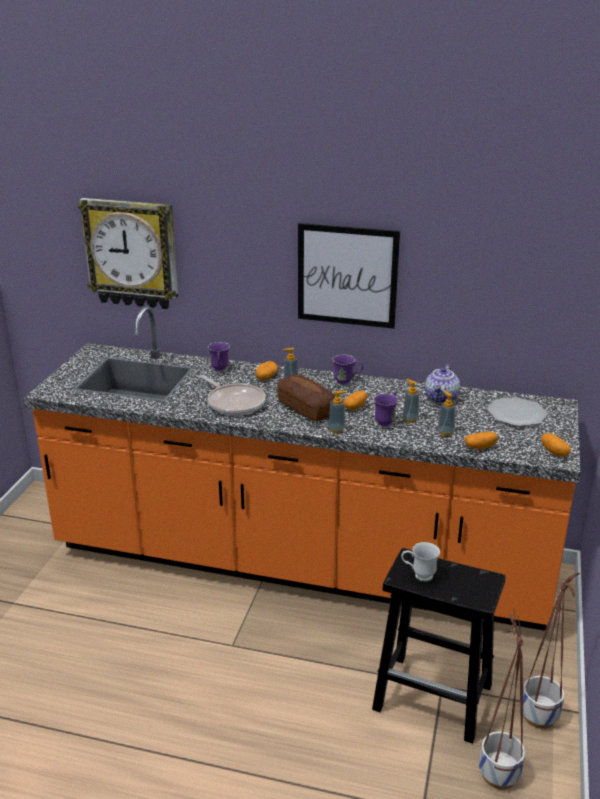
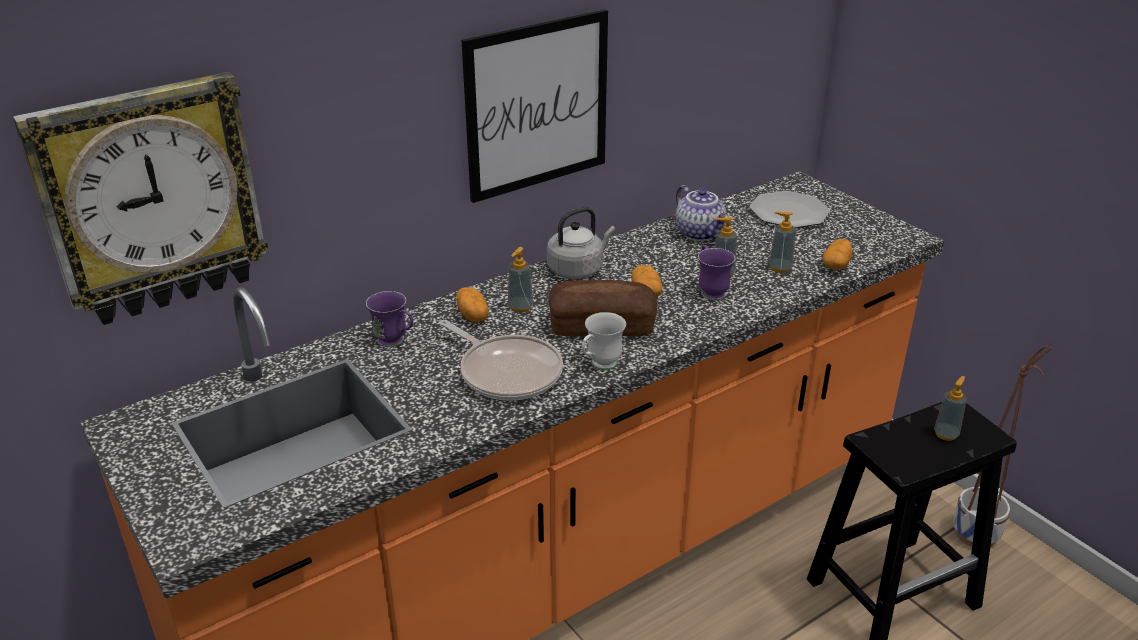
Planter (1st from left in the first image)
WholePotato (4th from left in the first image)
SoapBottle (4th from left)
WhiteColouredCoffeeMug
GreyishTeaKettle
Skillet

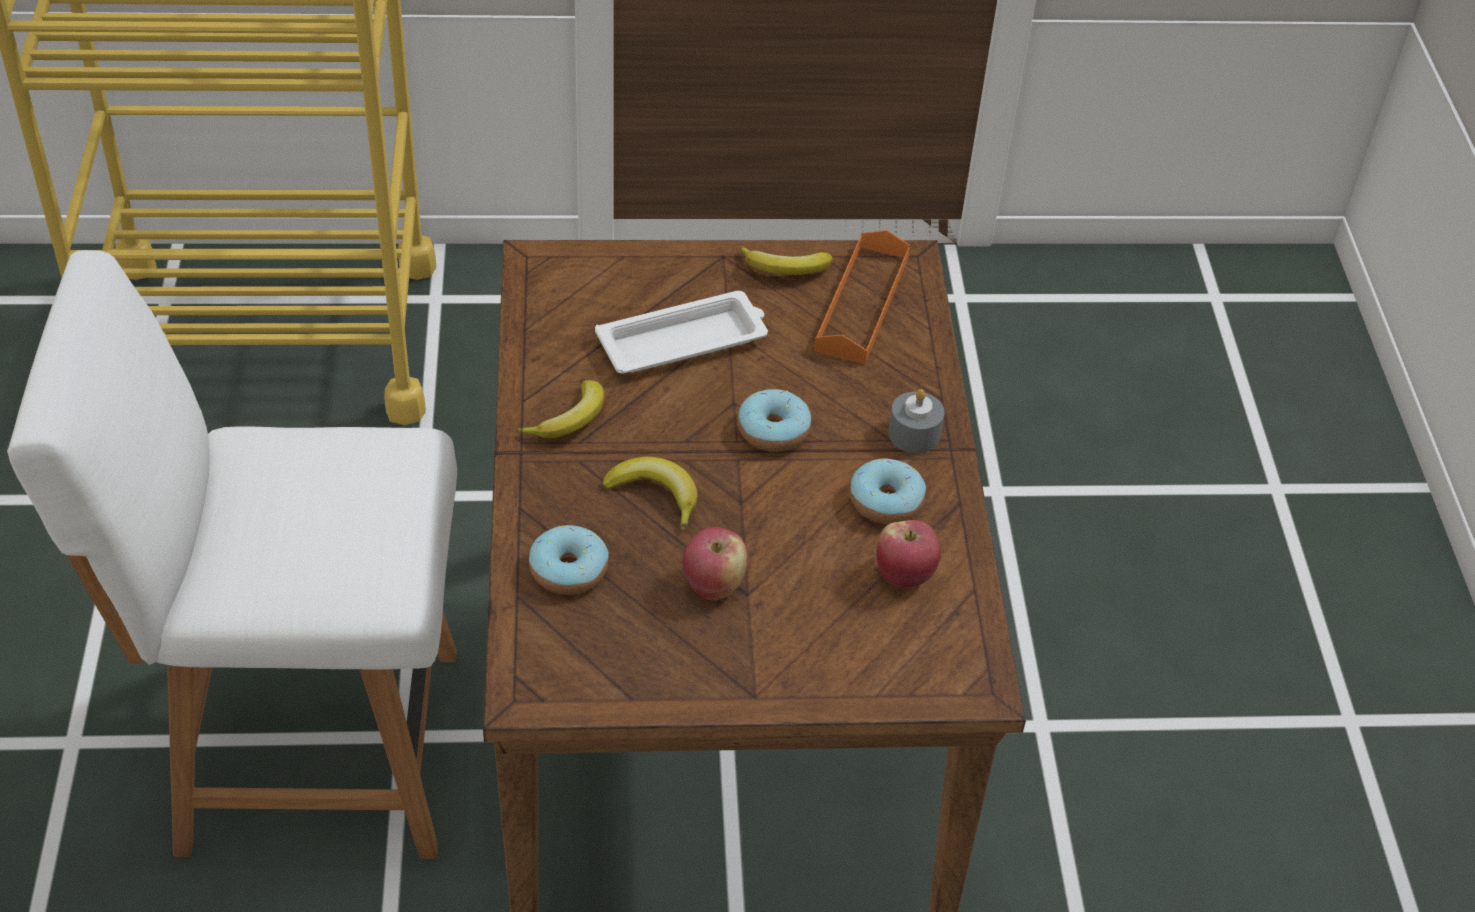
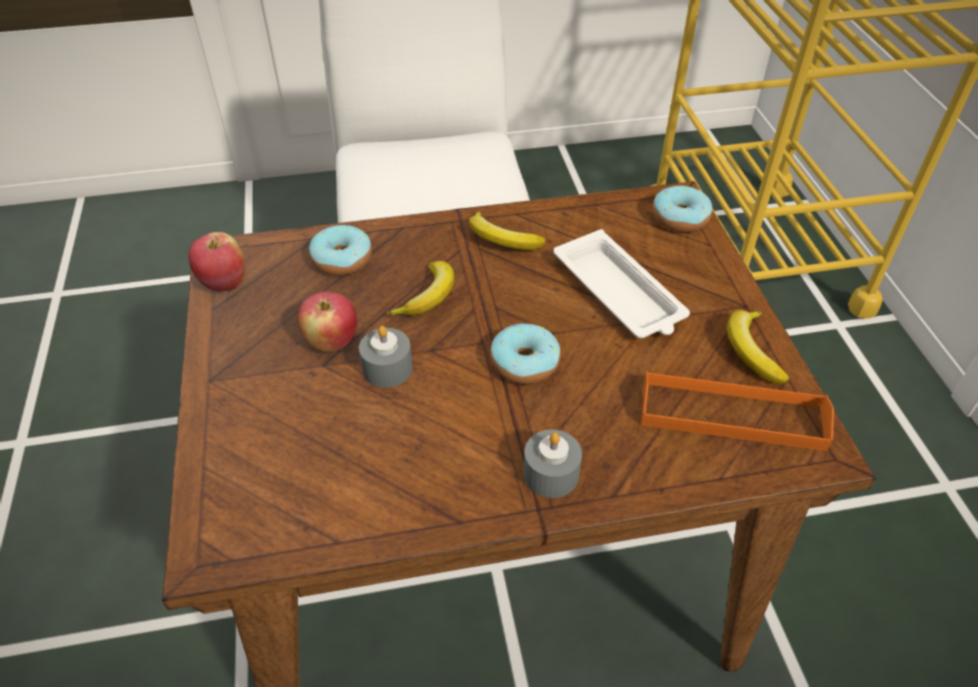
GreyishWaxCandle (1st from left)
Donut (3rd from left)
Apple (1st from left)

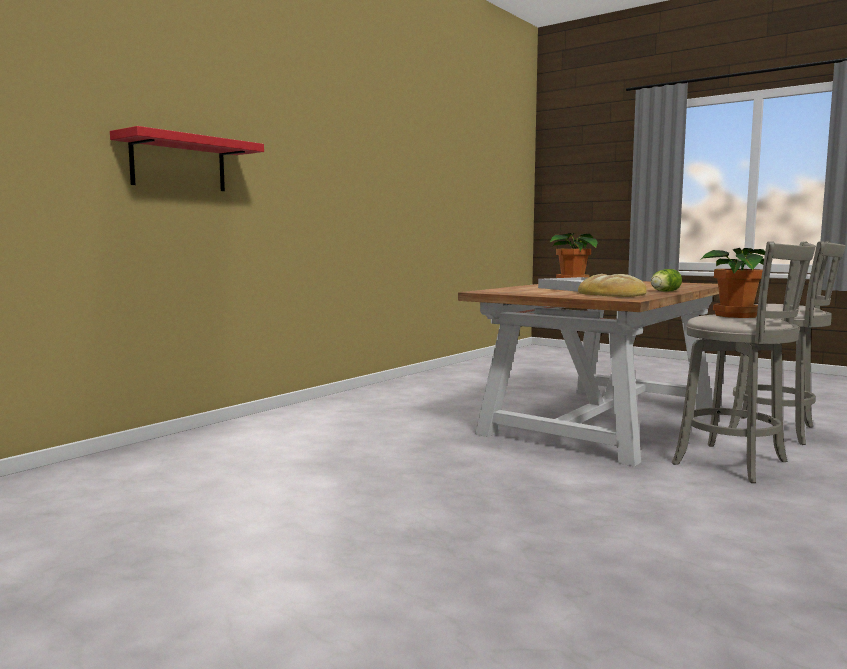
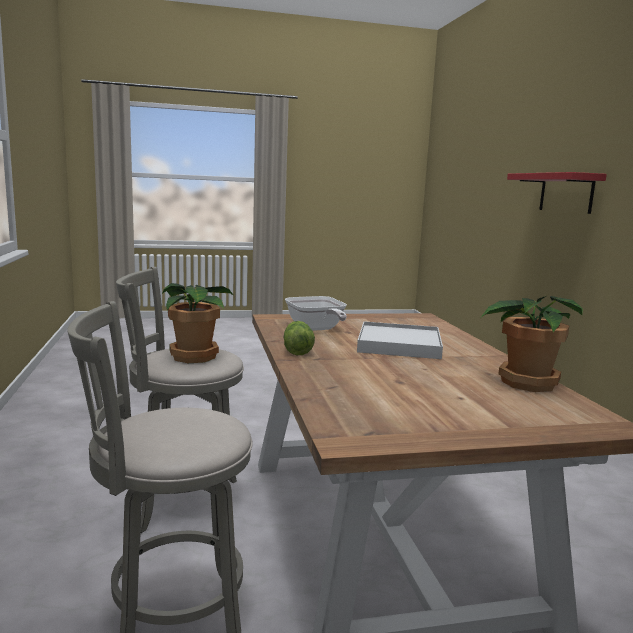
Skillet

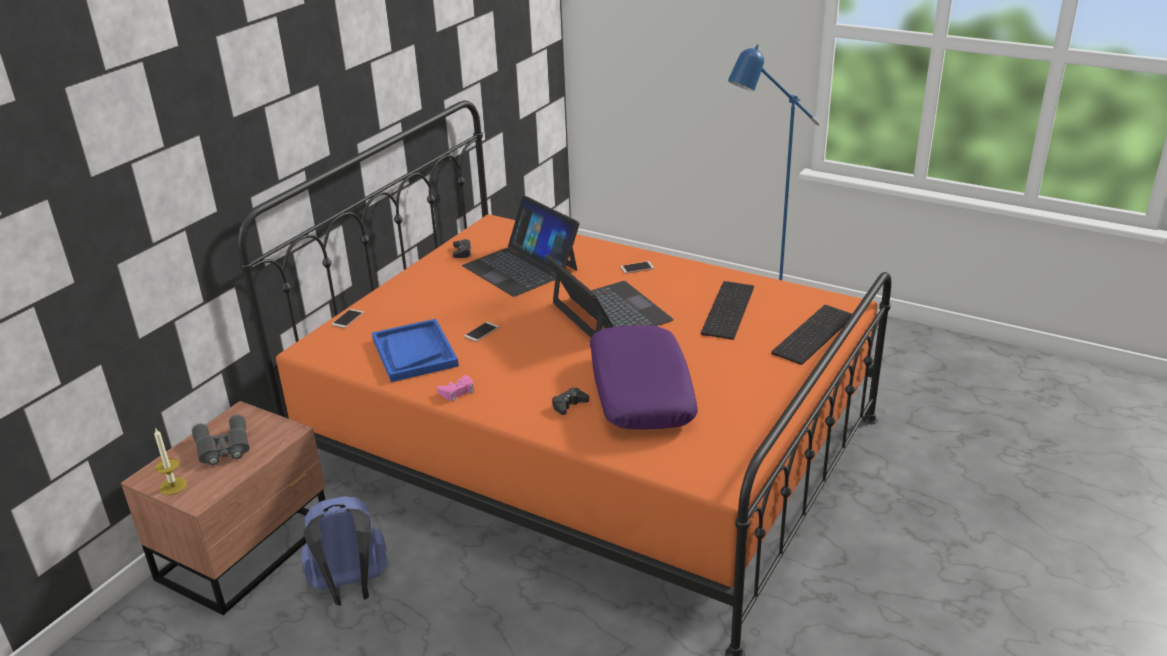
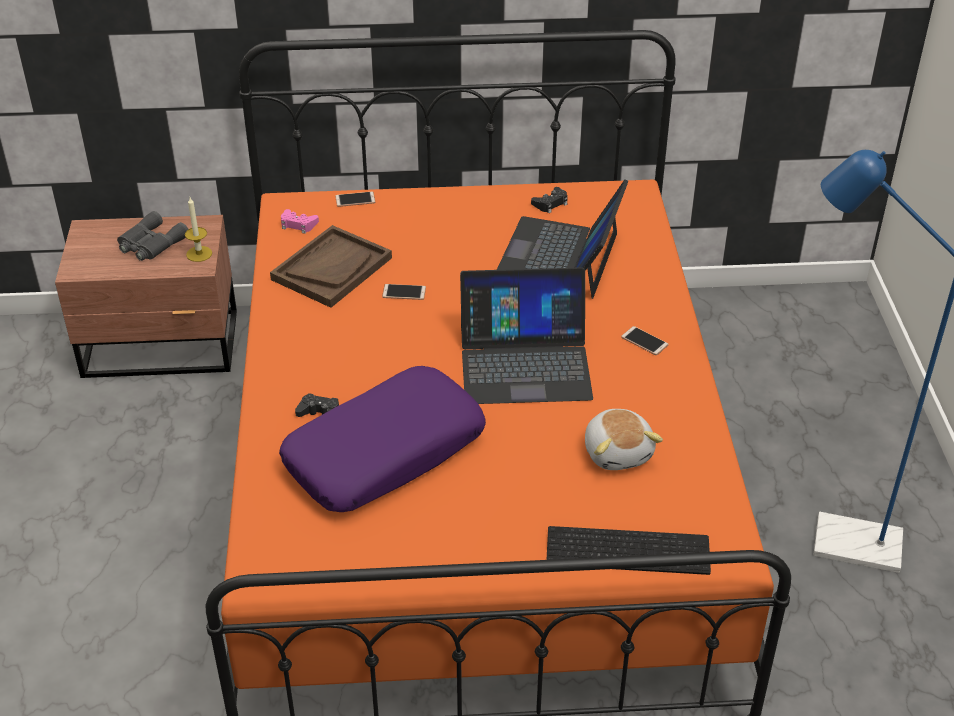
BluishBackpack
WaxCandle
PinkJoypad
CuddlyToy
BrownCarryingTray
NotebookComputer (1st from left)

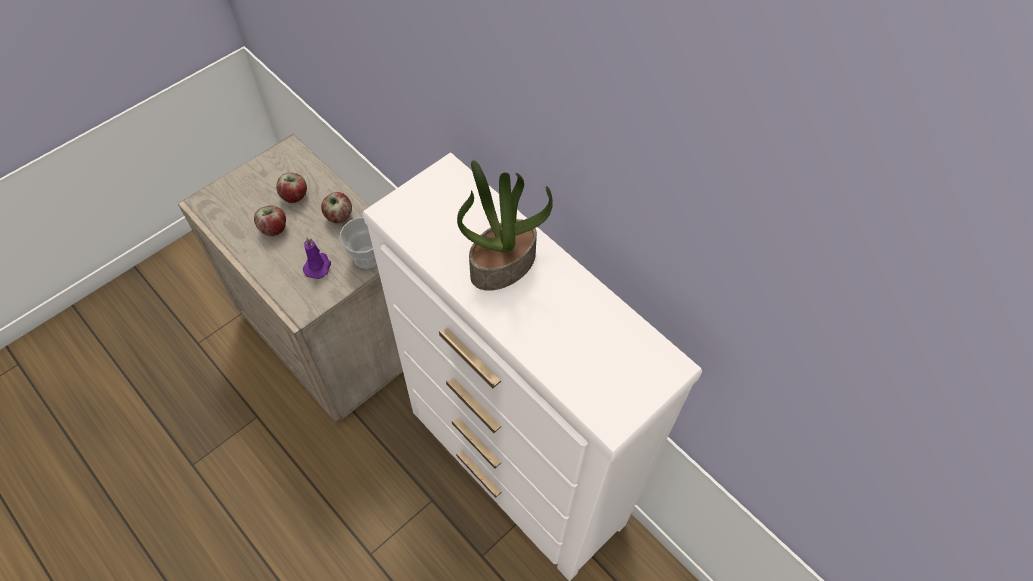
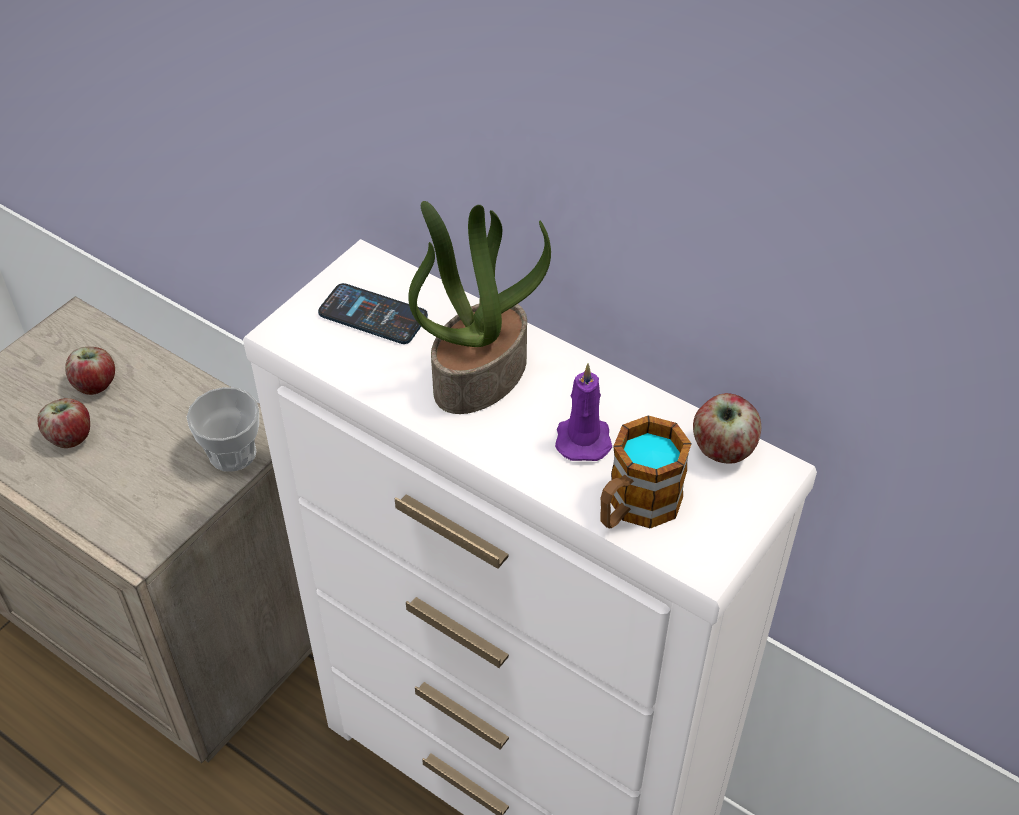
Handset
CoffeeMug
PurpleWaxCandle
Apple (3rd from left)

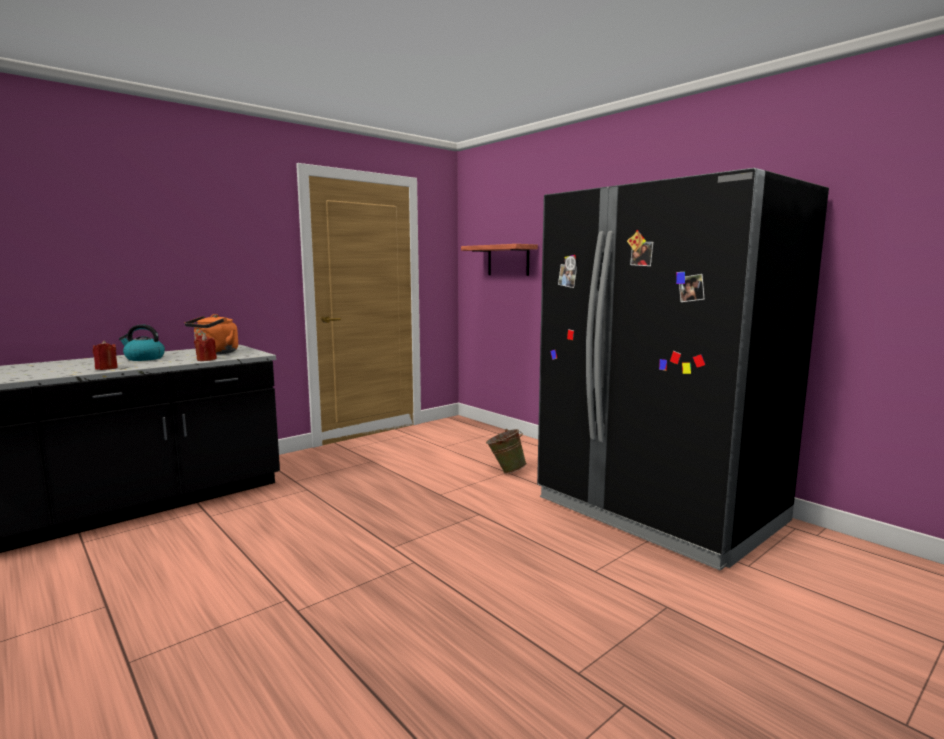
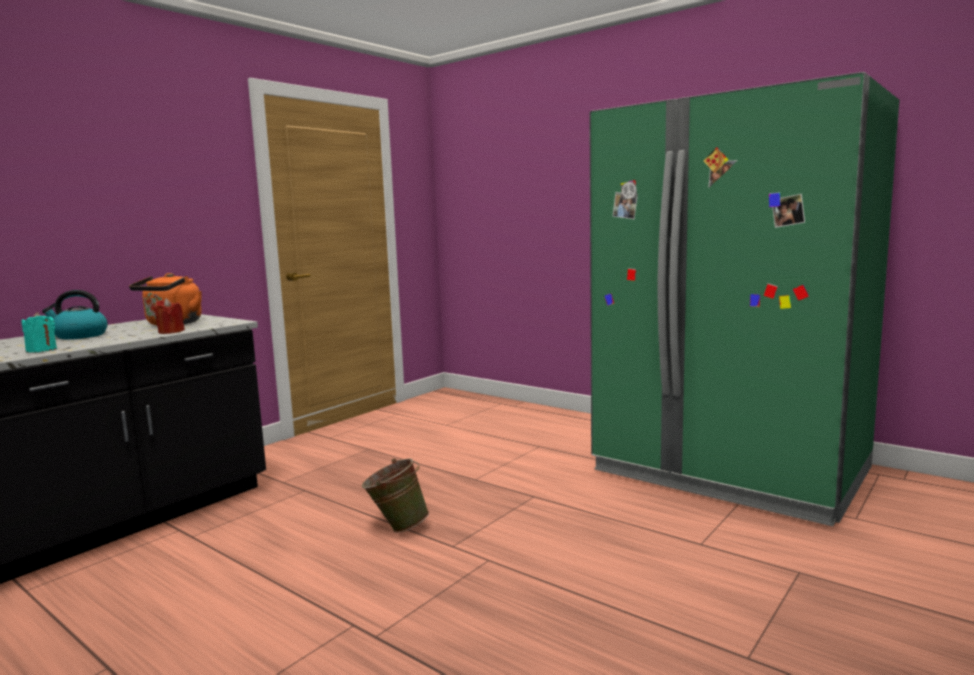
BracketShelf
GreenPail
BlueGreenWaxCandle
GreenRefrigerator

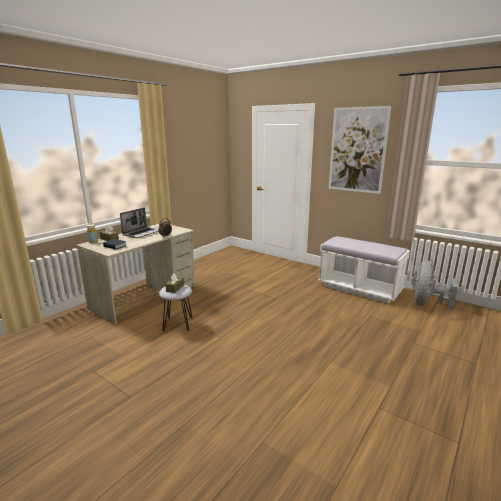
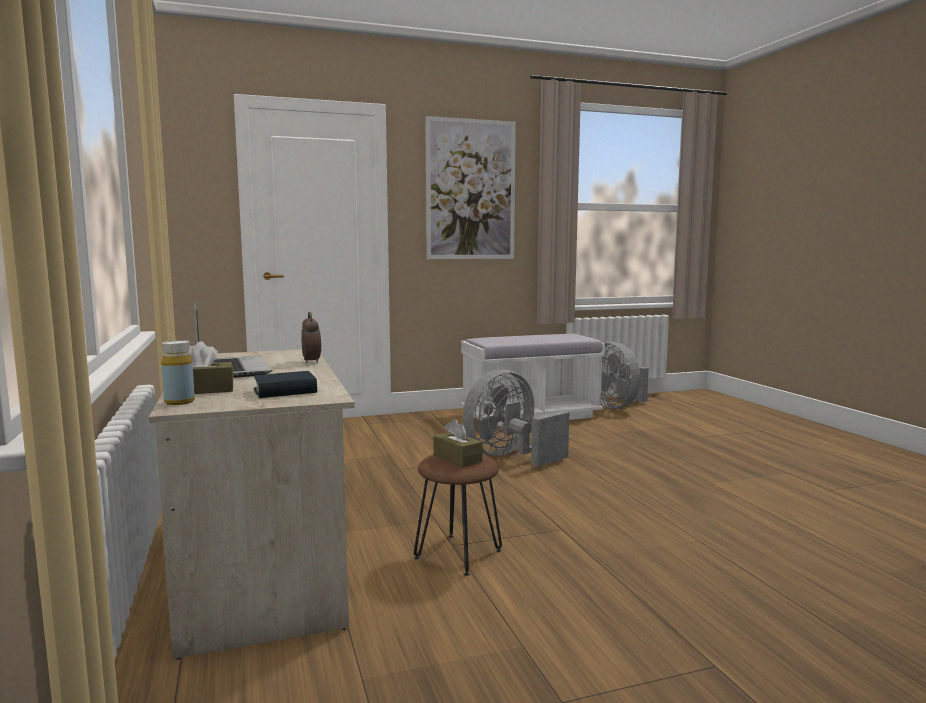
GreyishFan (1st from left)
BrownStool

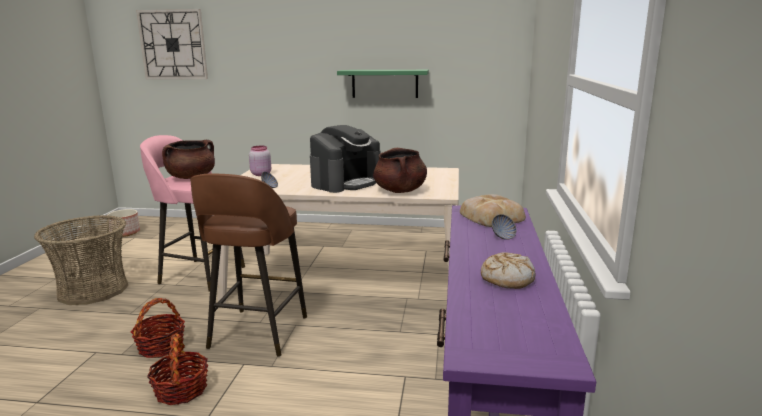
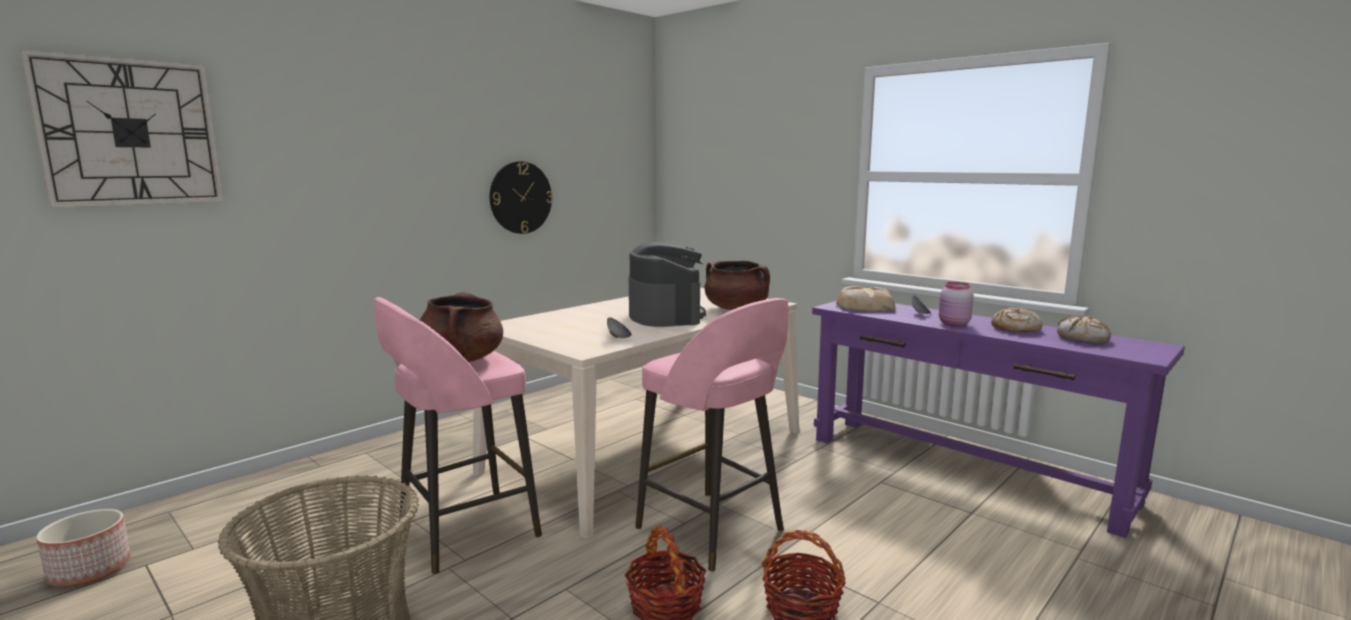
BakeryBread (3rd from left)
PinkJar
HangingClock (2nd from left)
PinkStool (2nd from left)

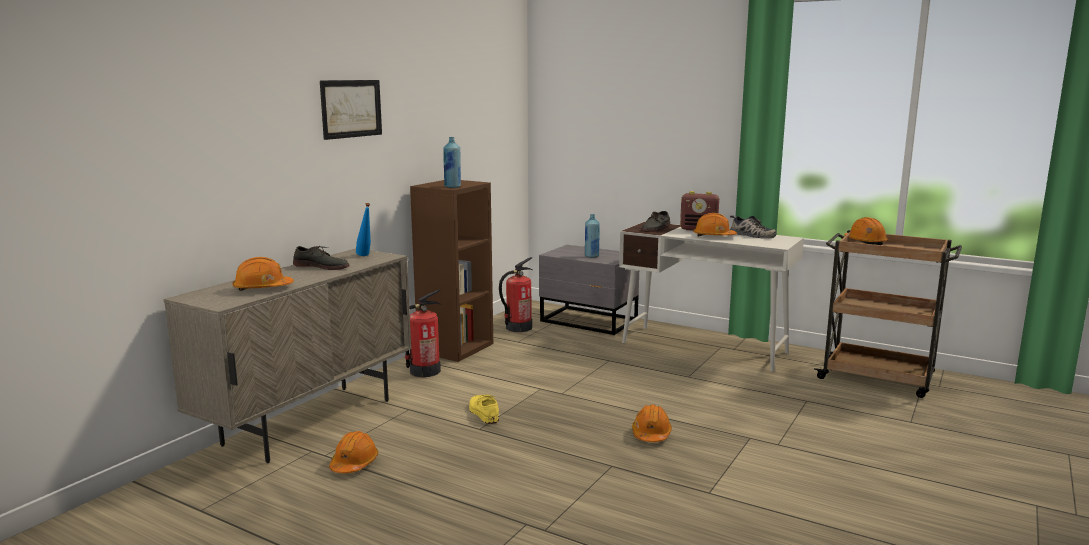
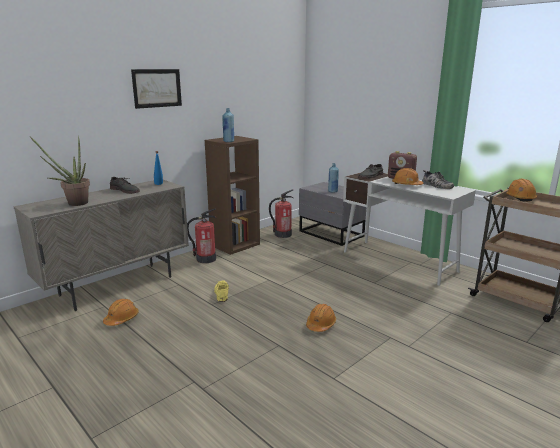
Houseplant

